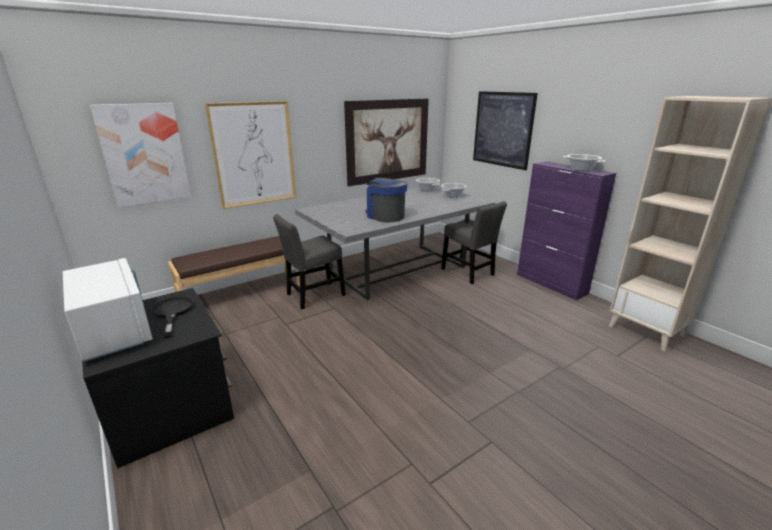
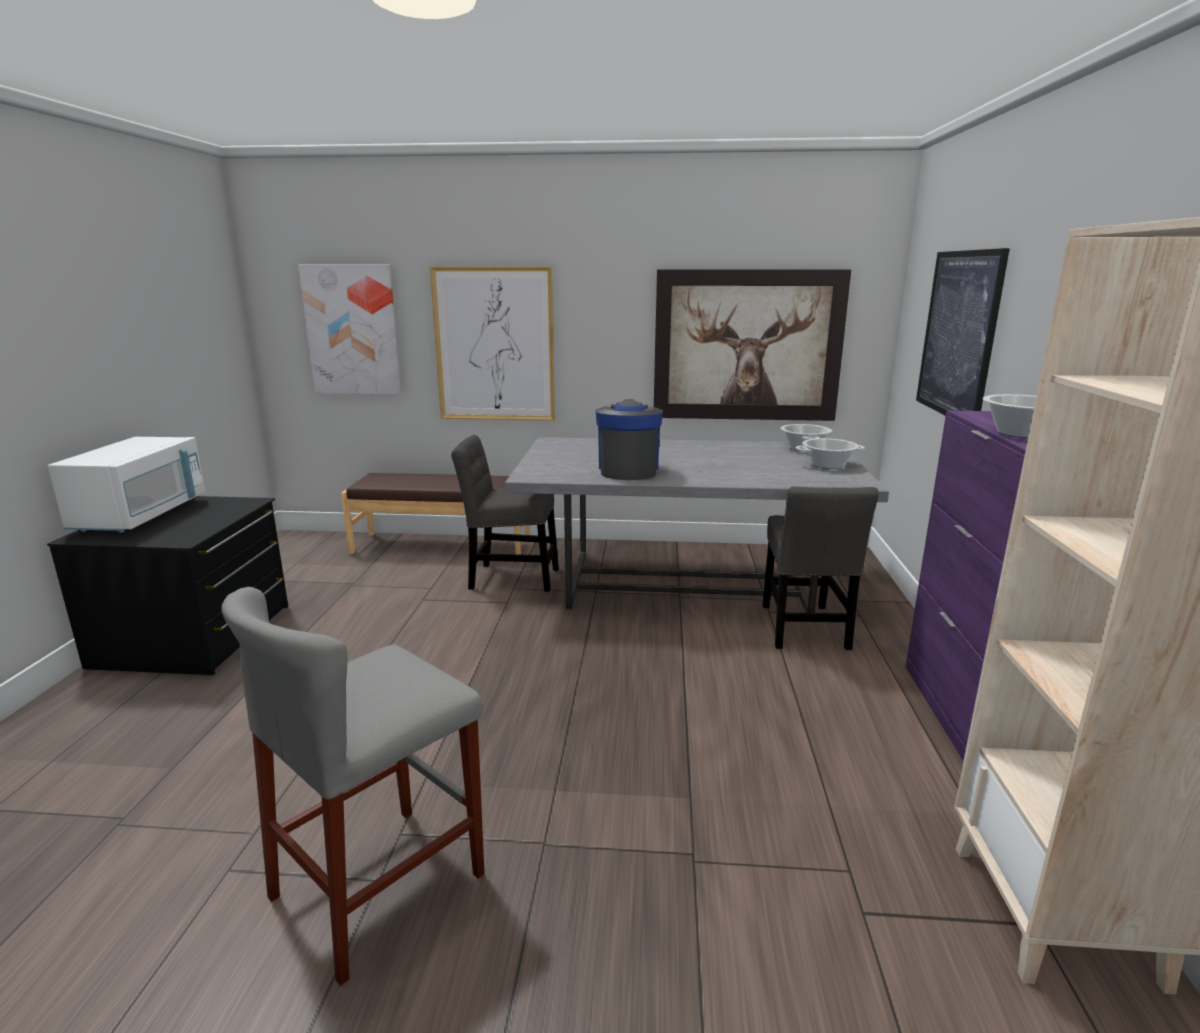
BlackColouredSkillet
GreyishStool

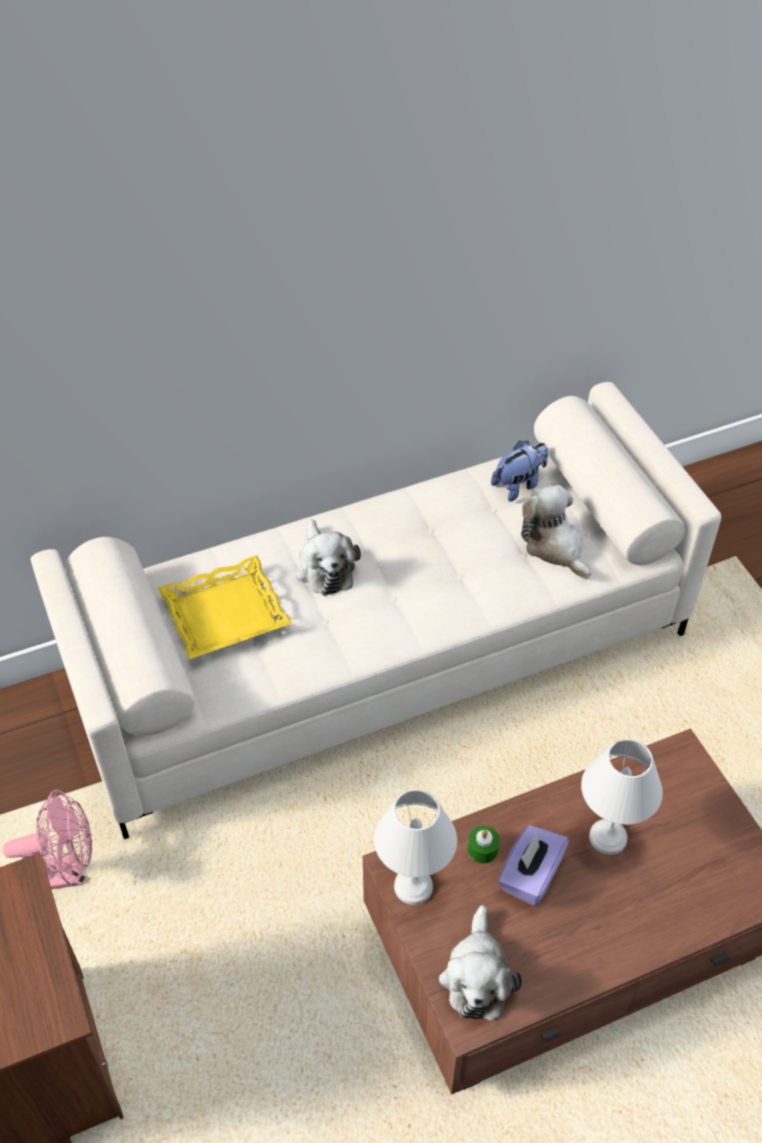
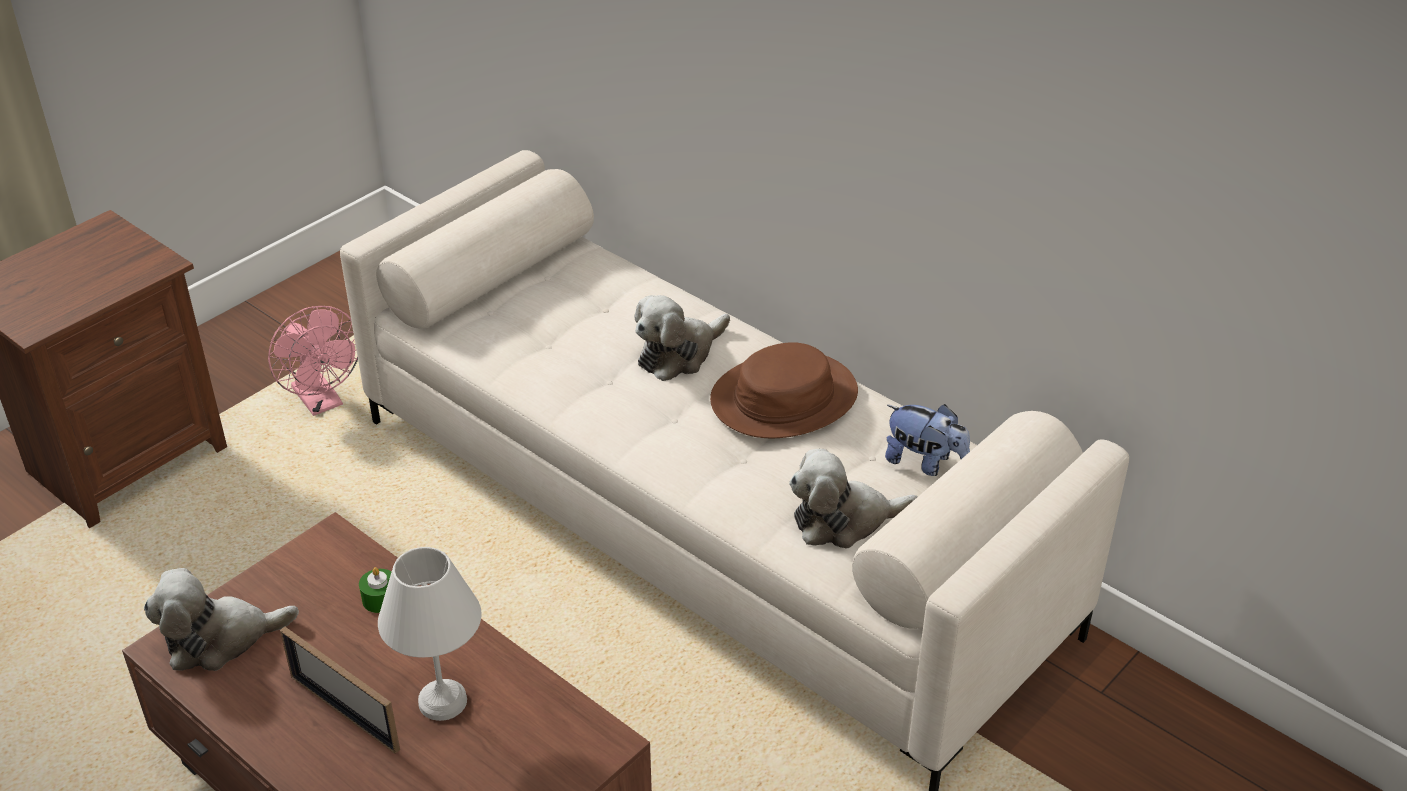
YellowCarryingTray
WhiteColouredTableLamp (1st from left in the first image)
PurpleTissueBox
StandingFrame
BrownHat
CuddlyToy (3rd from left)

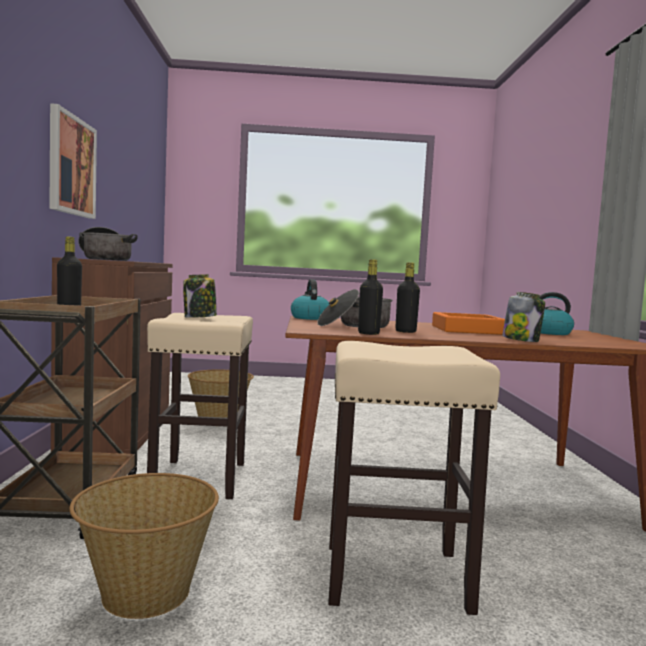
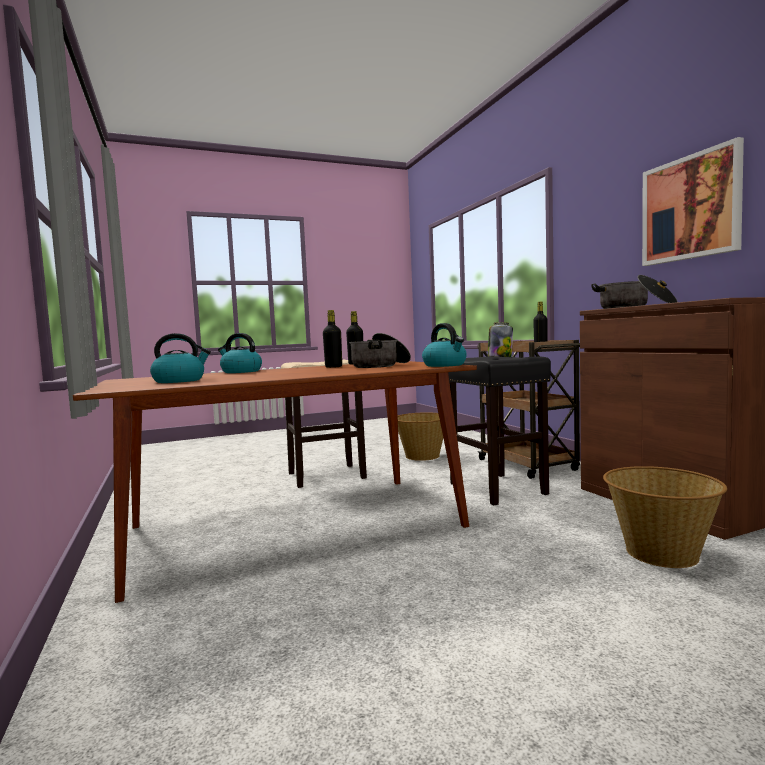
OrangeColouredCarryingTray
TeaKettle (2nd from left)
BlackColouredStool

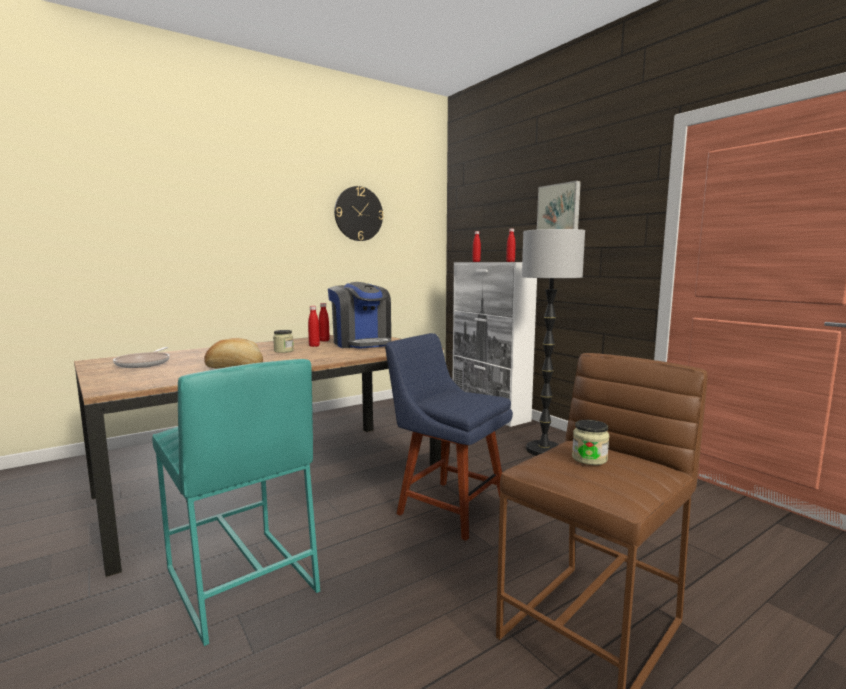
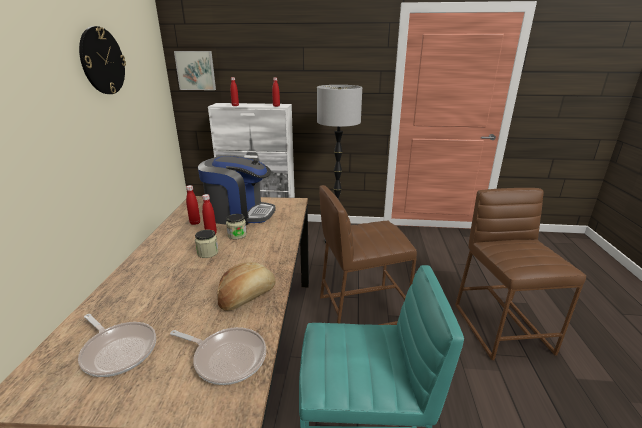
Skillet (2nd from left)
WallPicture
Jar (2nd from left)
BrownStool (1st from left)

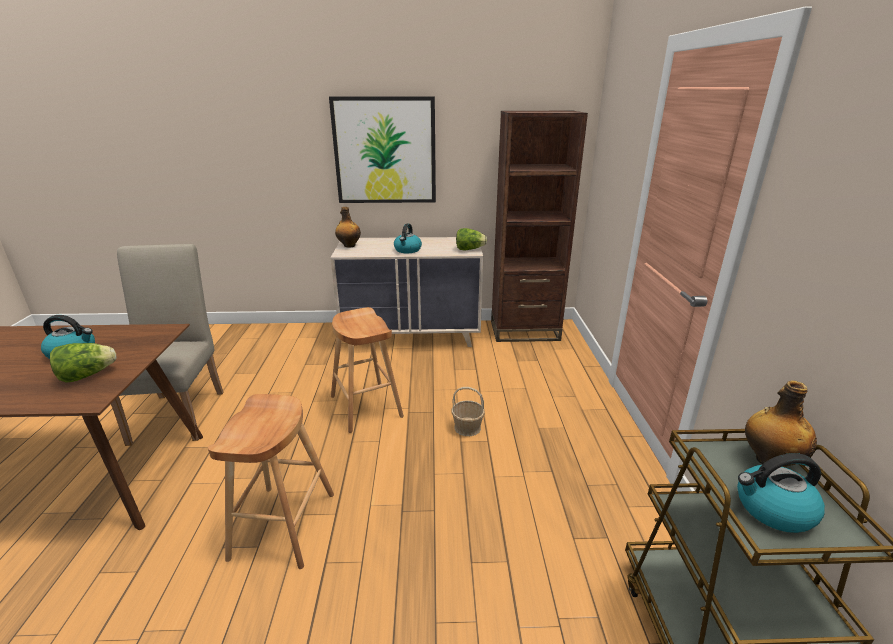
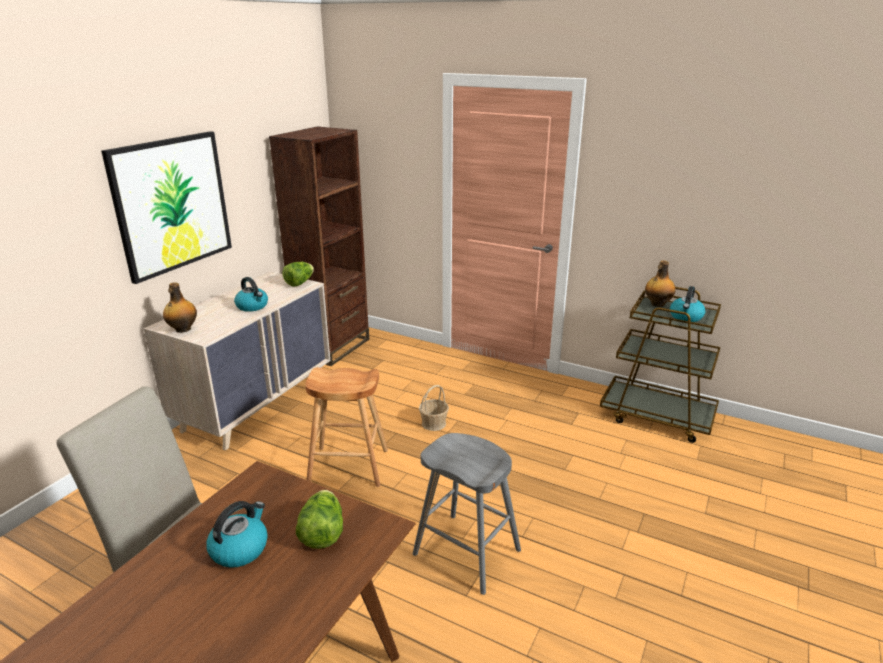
GreyishStool

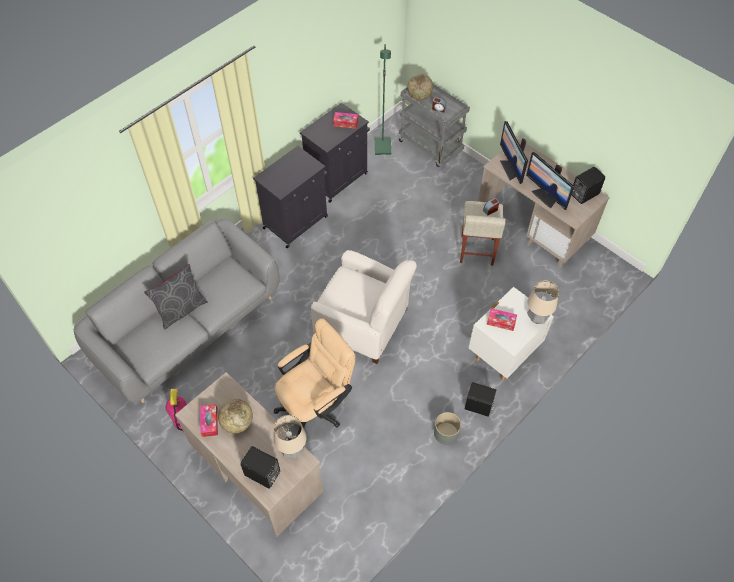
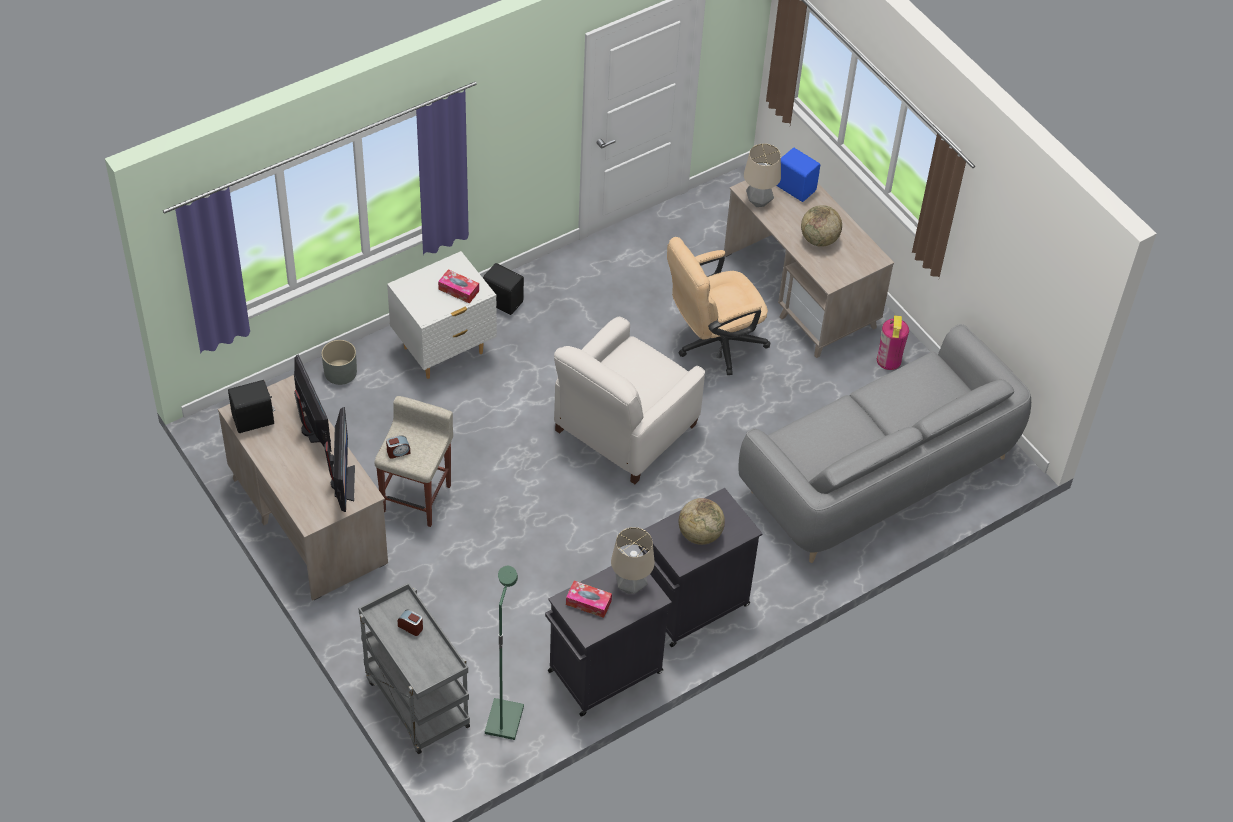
GreyishThrowPillow
TissueBox (1st from left in the first image)
Globe (1st from left)
GreyishPlanter
TableLamp (1st from left)
BluishSpeaker
WhiteColouredEasyChair

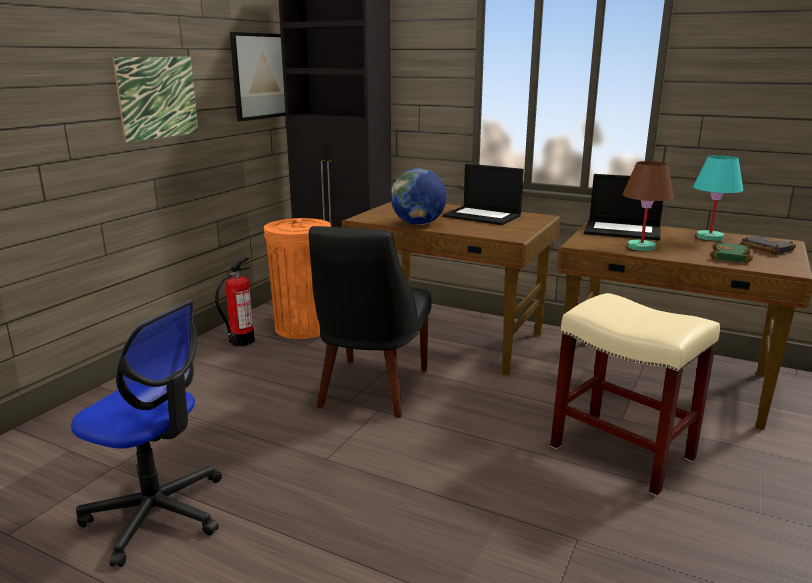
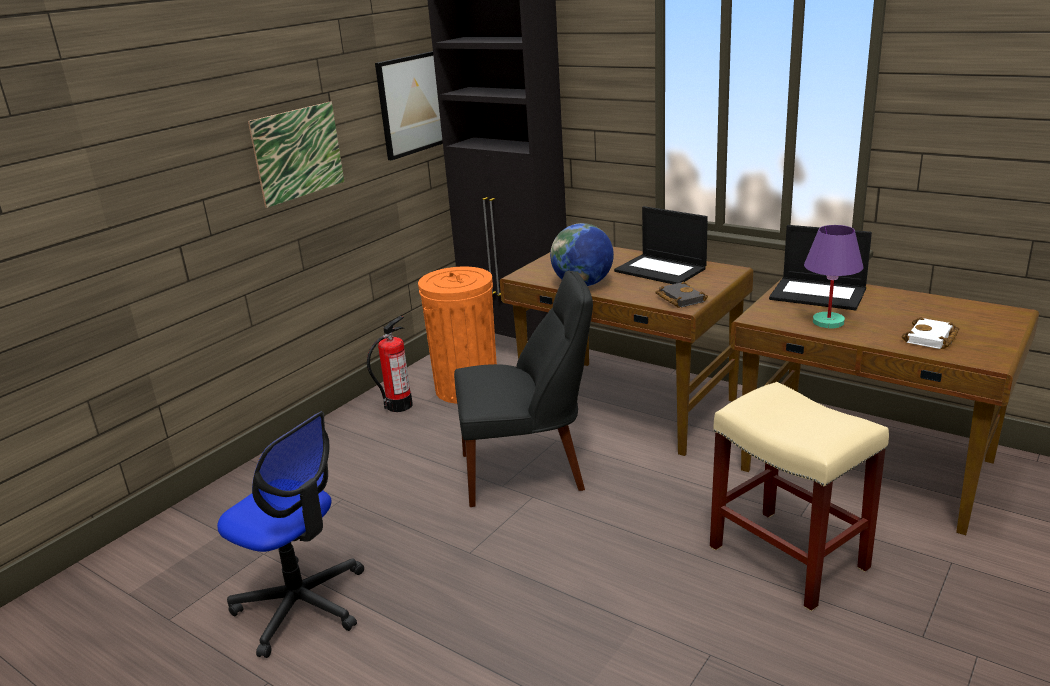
BlueGreenTableLamp
BlackColouredBook
PurpleTableLamp
WhiteColouredBook
BlackColouredUprightChair

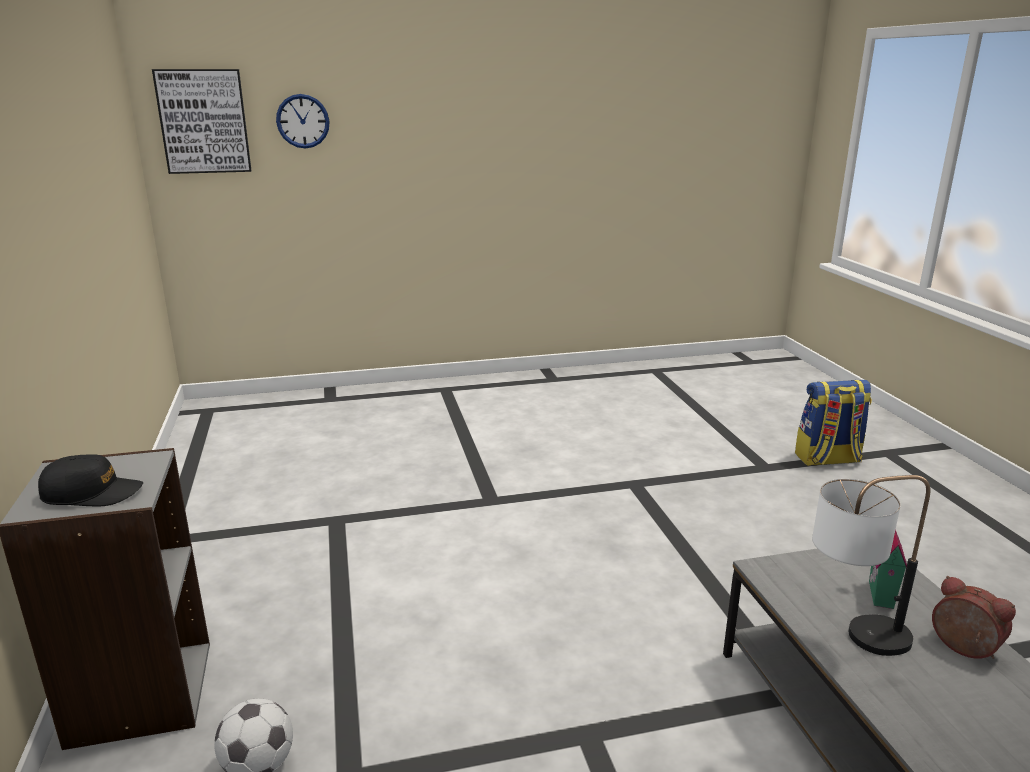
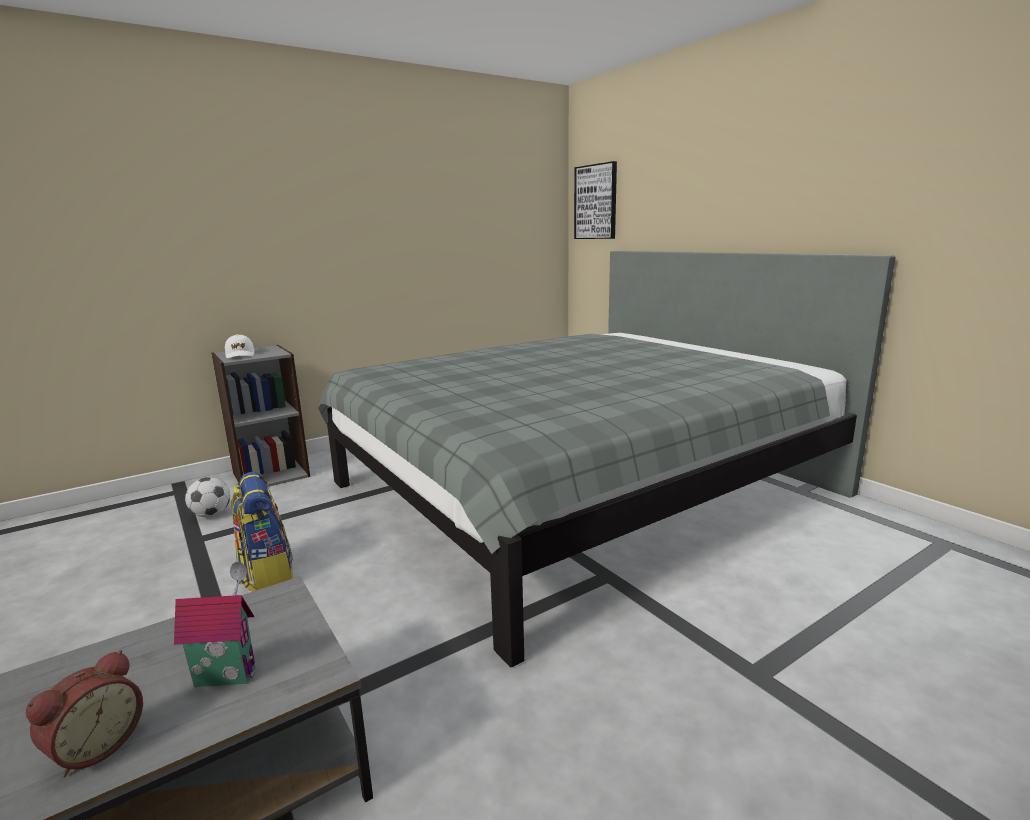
HangingClock
TableLamp
GreyishSleepingBed
Backpack
WhiteColouredCap

